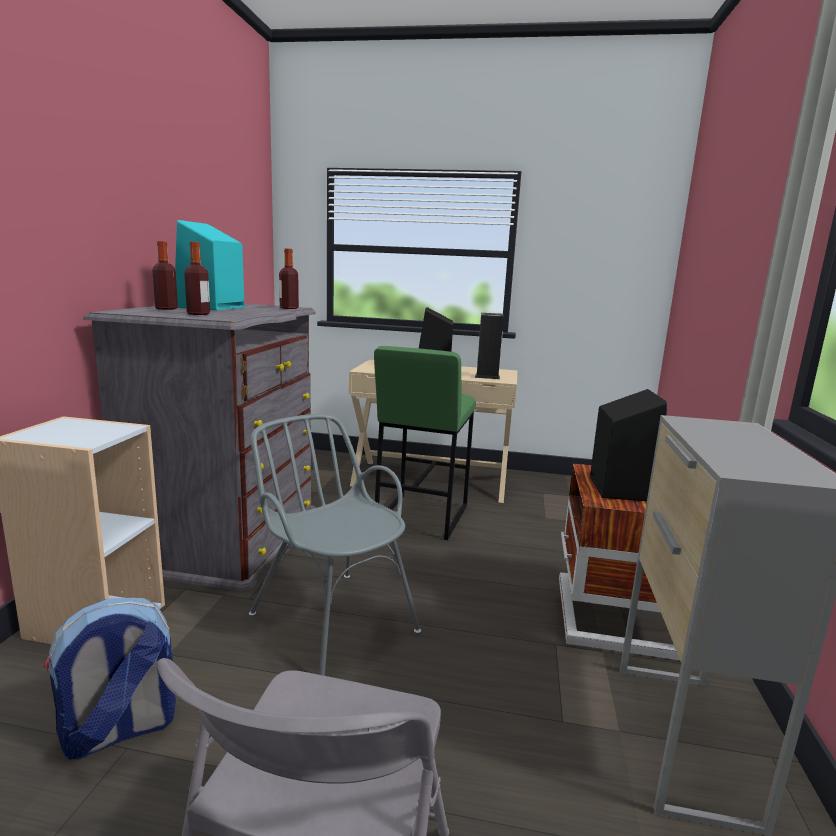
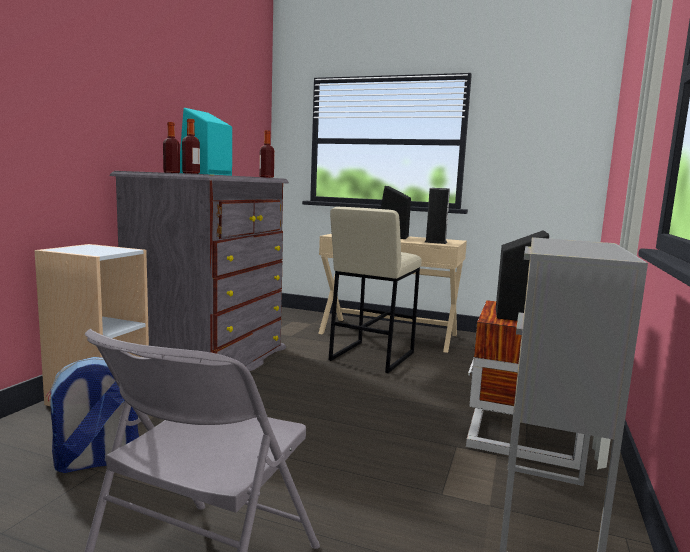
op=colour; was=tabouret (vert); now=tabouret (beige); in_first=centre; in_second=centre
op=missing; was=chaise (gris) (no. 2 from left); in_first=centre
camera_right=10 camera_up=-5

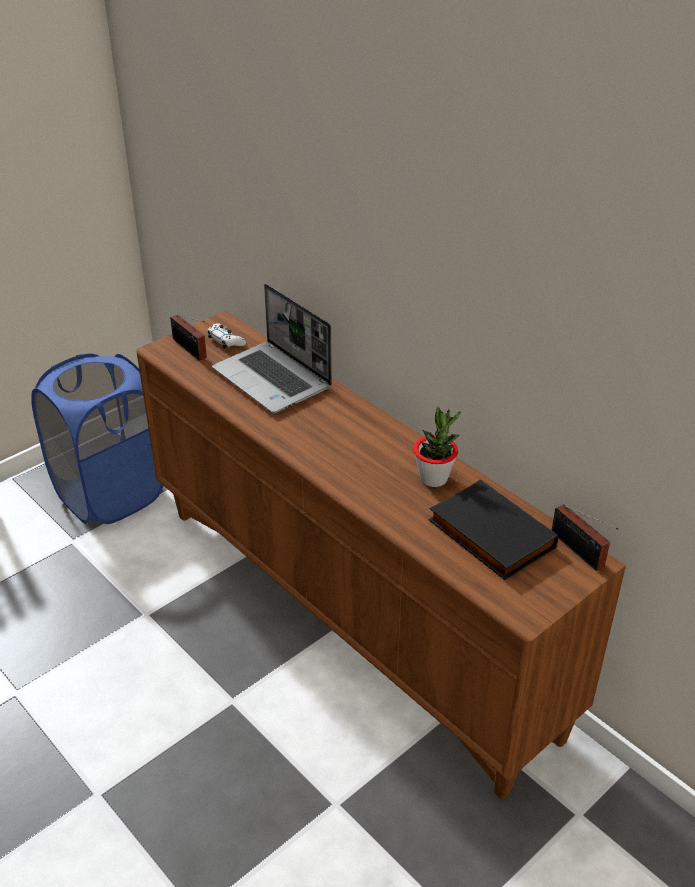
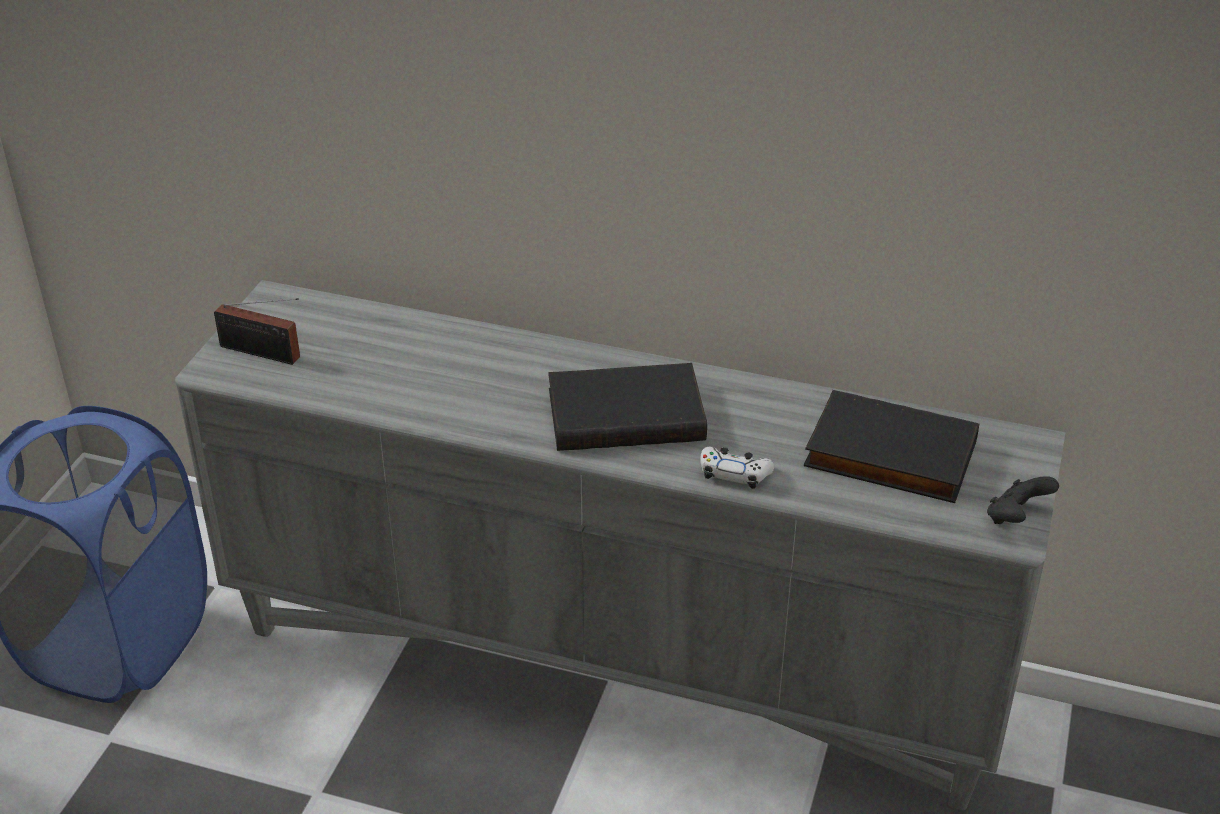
op=missing; was=ordinateur portable; in_first=centre
op=colour; was=commode (marron); now=commode (gris); in_first=centre; in_second=bottom centre
op=relocated; was=manette (blanc); in_first=middle left; in_second=centre
op=missing; was=plante en pot; in_first=centre
op=missing; was=radio (no. 2 from left); in_first=middle right
op=appeared; now=livre (noir) (no. 1 from left); in_second=centre
op=appeared; now=manette (noir); in_second=middle right
camera_right=-30 camera_up=0

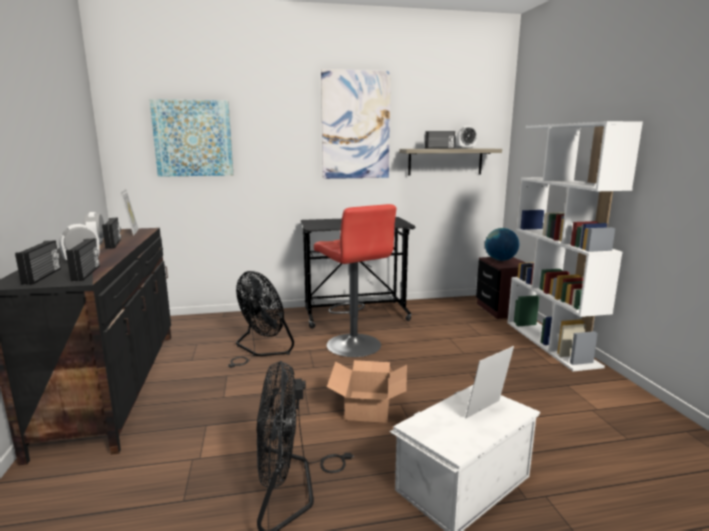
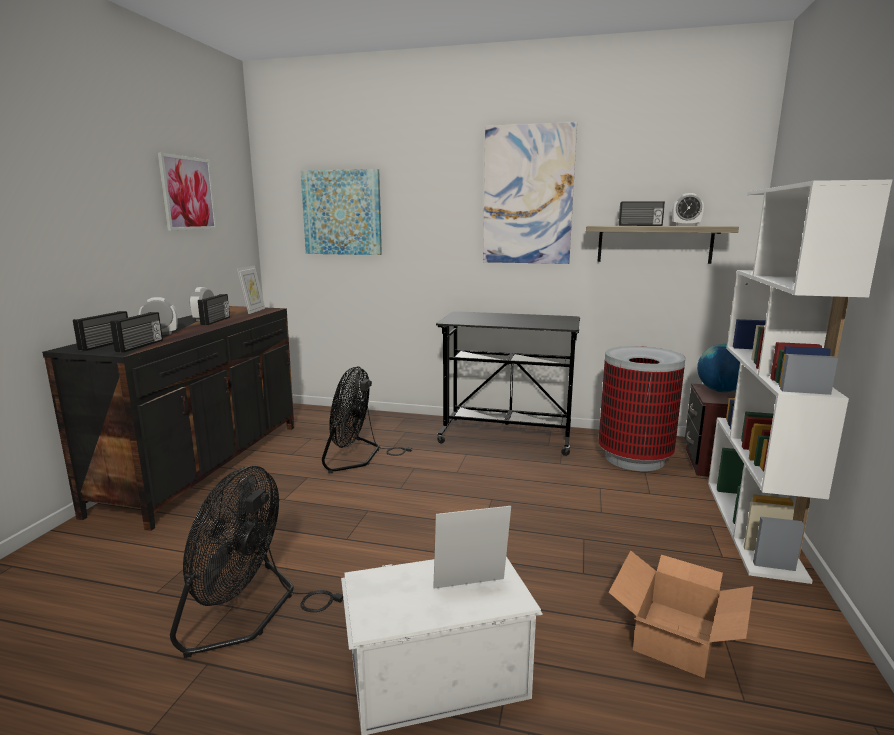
op=missing; was=tabouret (rouge); in_first=centre
op=spun; was=ventilateur (noir) (no. 1 from left in the first image); in_first=centre; in_second=centre; clockwise=-150
op=relocated; was=carton; in_first=bottom centre; in_second=bottom right
op=appeared; now=tableau (no. 1 from left); in_second=top left
op=appeared; now=poubelle; in_second=middle right
camera_right=25 camera_up=0

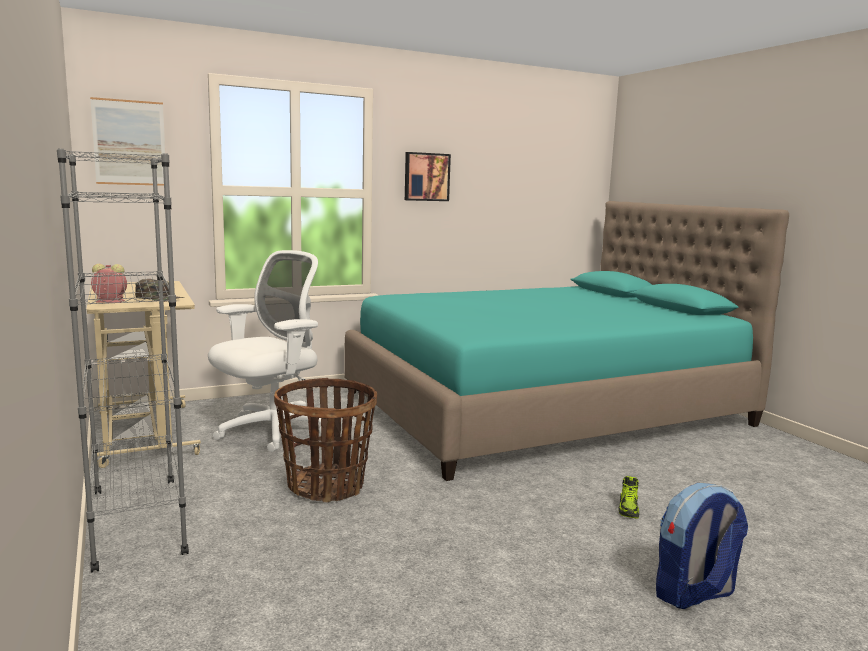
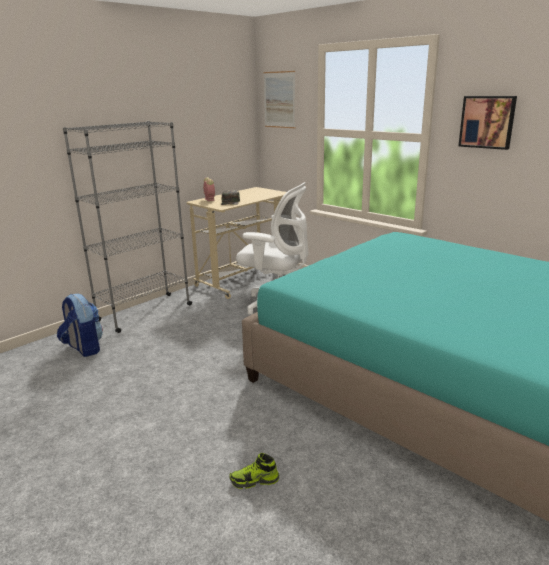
op=missing; was=panier; in_first=bottom centre
op=relocated; was=sac à dos; in_first=bottom right; in_second=middle left
camera_right=70 camera_up=10

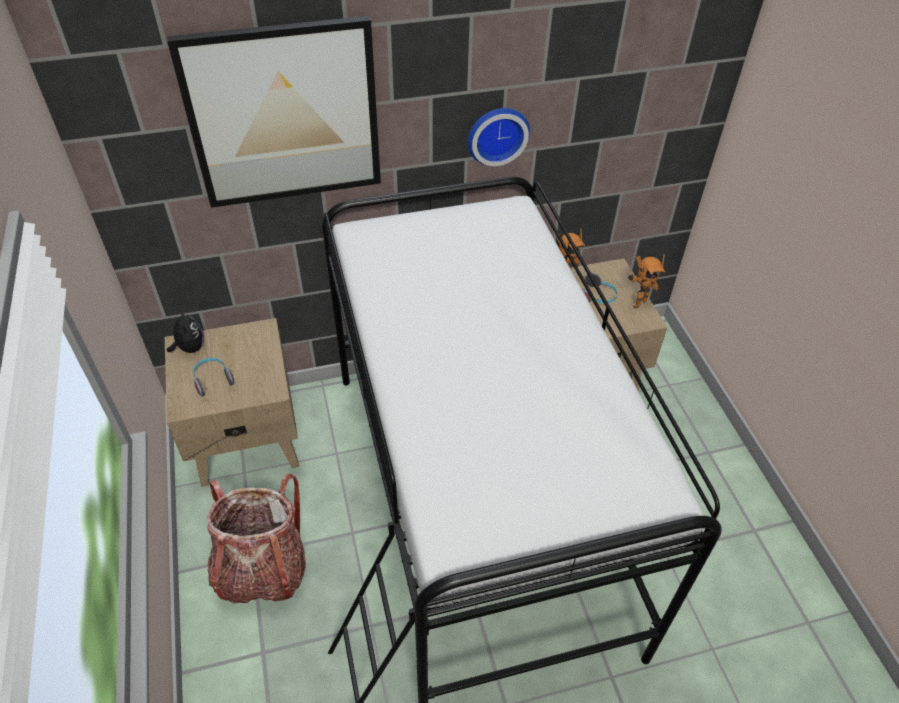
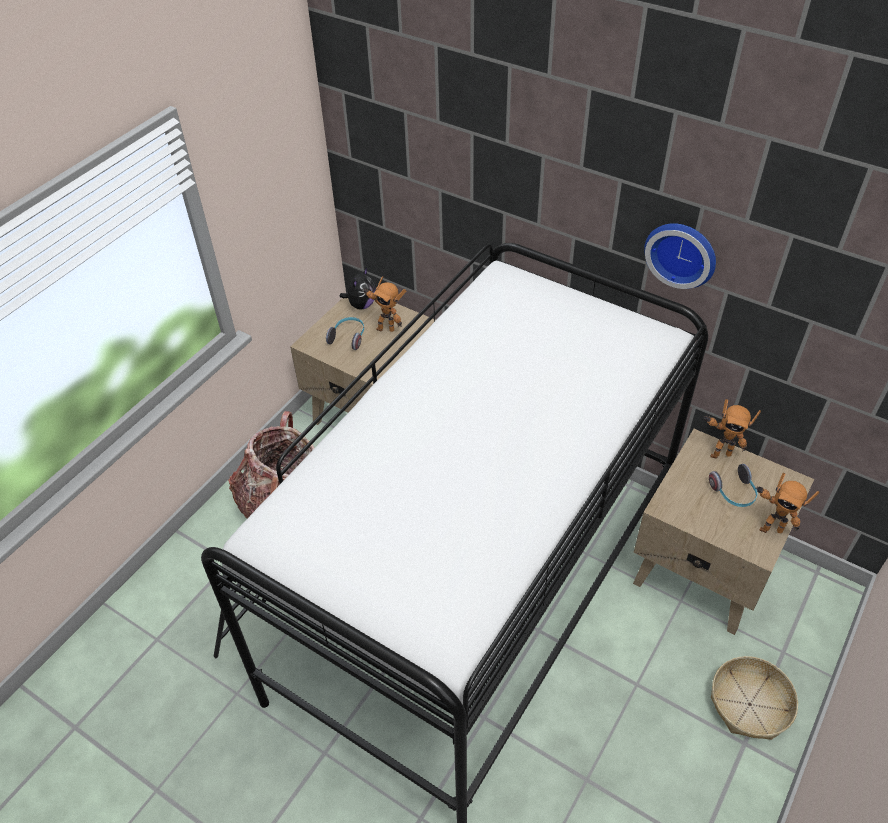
op=missing; was=tableau; in_first=top left
op=appeared; now=robot jouet (no. 1 from left); in_second=centre
op=appeared; now=panier; in_second=bottom right
camera_right=50 camera_up=0

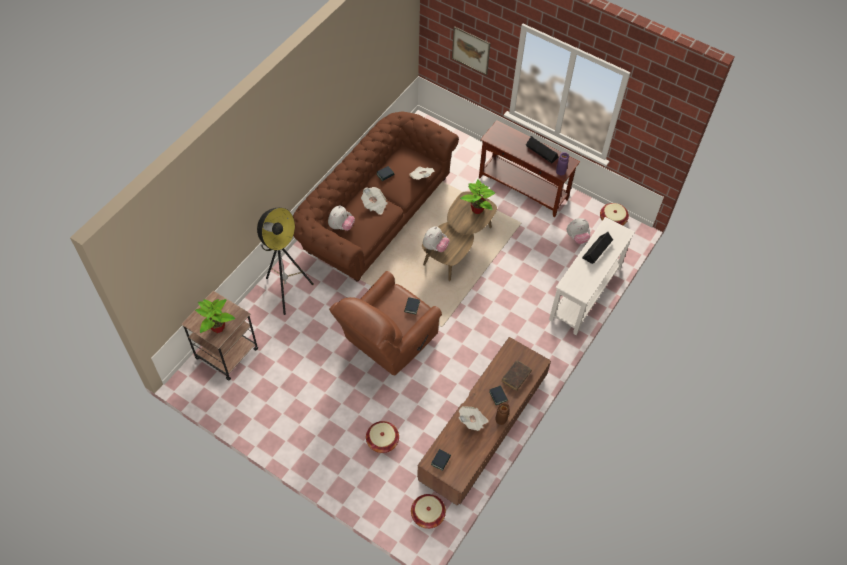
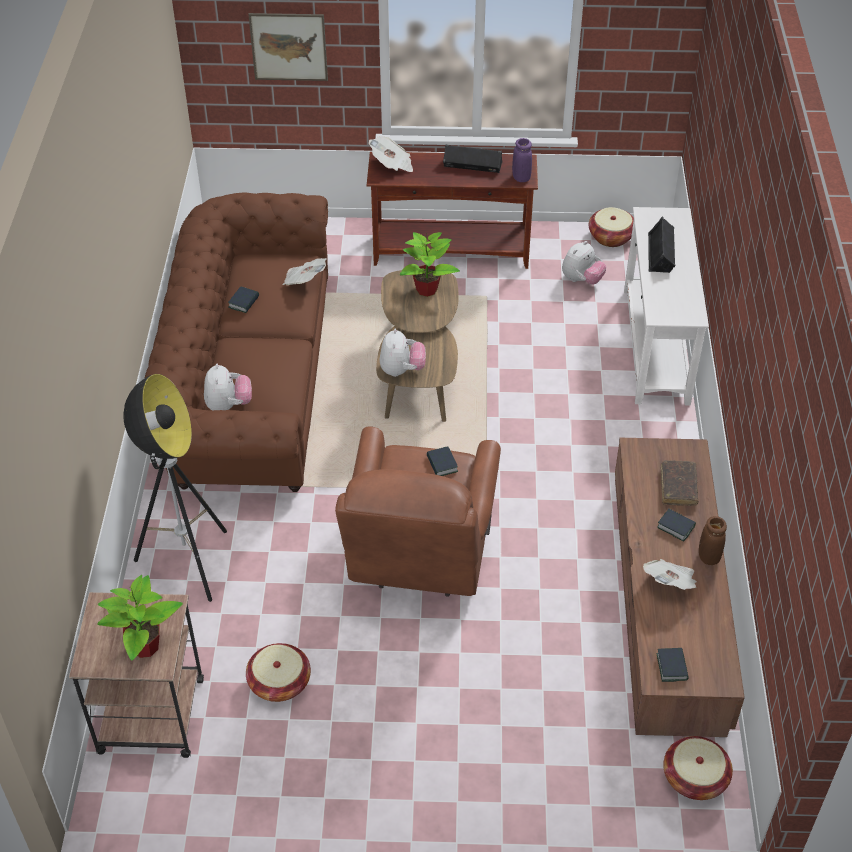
op=relocated; was=journal (no. 1 from left in the first image); now=journal (no. 2 from left); in_first=centre; in_second=top centre
op=relocated; was=panier (no. 1 from left); in_first=bottom centre; in_second=bottom left
camera_right=-30 camera_up=-10

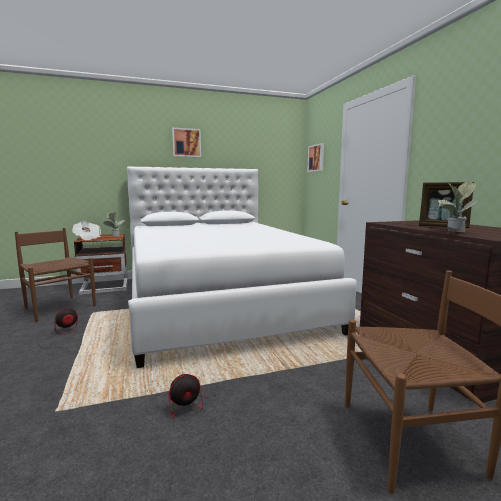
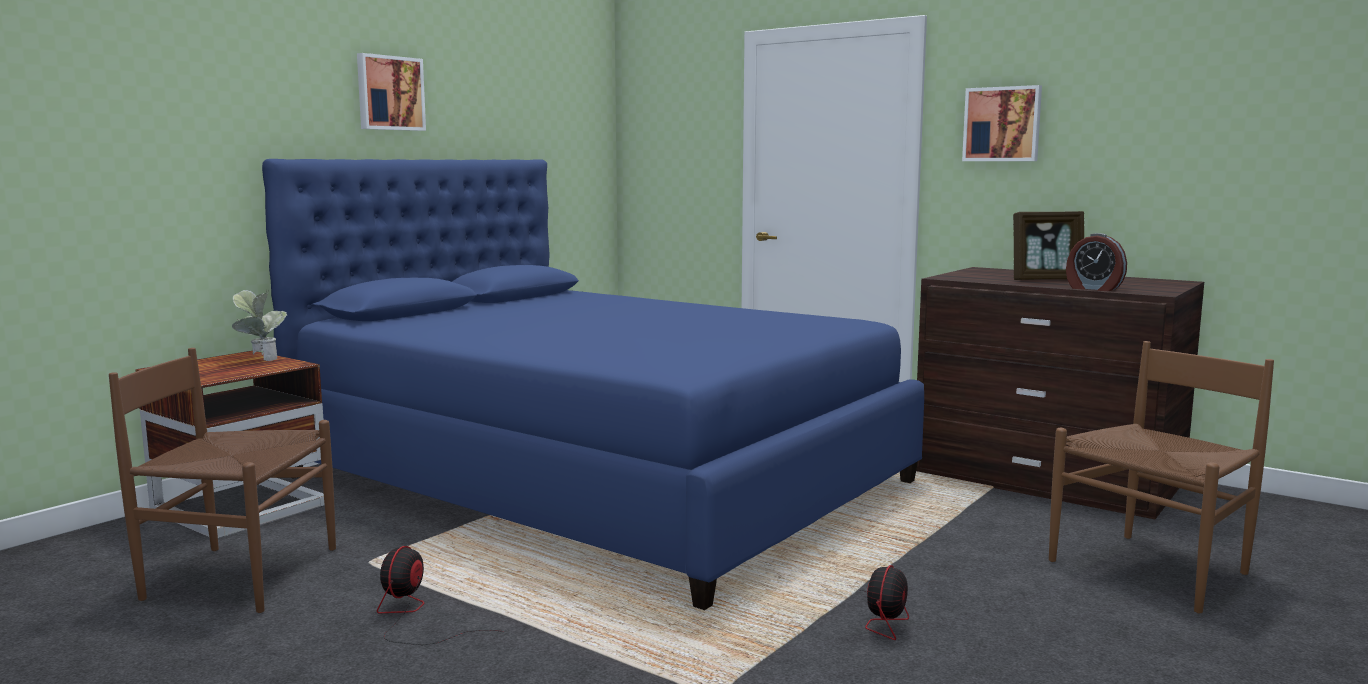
op=relocated; was=tableau (no. 2 from left); in_first=top centre; in_second=top right
op=colour; was=lit (blanc); now=lit (bleu); in_first=centre; in_second=centre
op=exchanged; was=plante en pot (no. 2 from left); now=réveil; in_first=middle right; in_second=middle right
op=missing; was=journal; in_first=middle left
camera_right=-35 camera_up=0

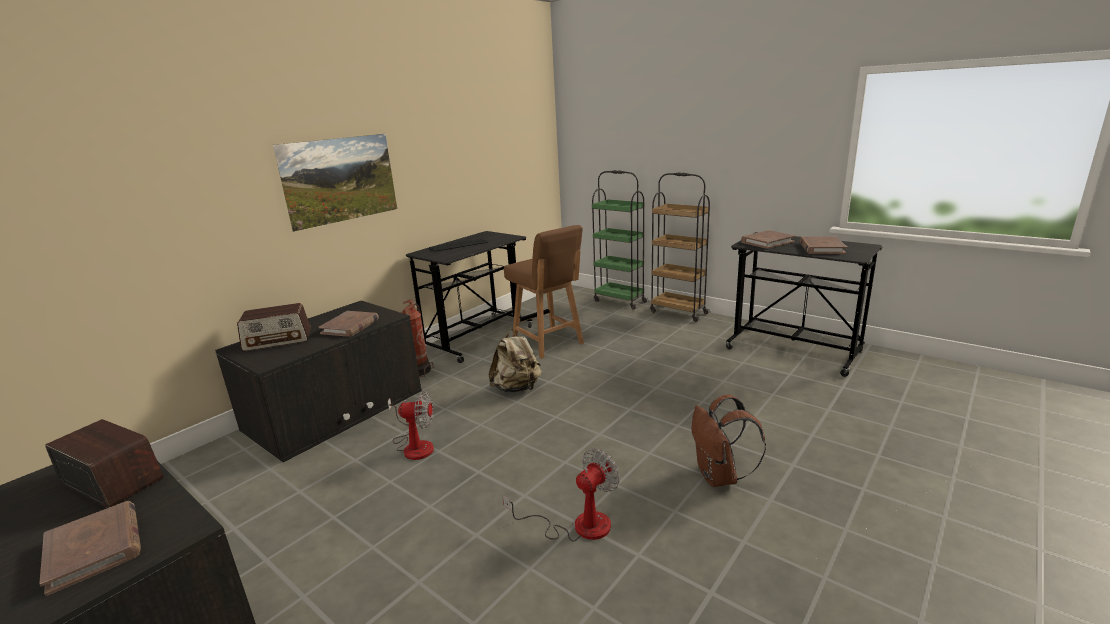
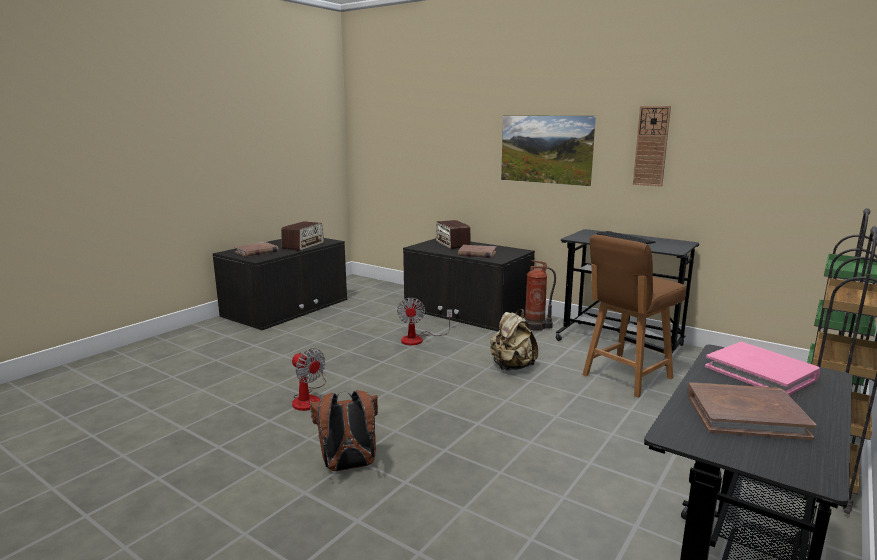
op=colour; was=livre (marron) (no. 3 from left); now=livre (rose); in_first=middle right; in_second=middle right
op=appeared; now=horloge murale; in_second=top right
camera_right=85 camera_up=-5

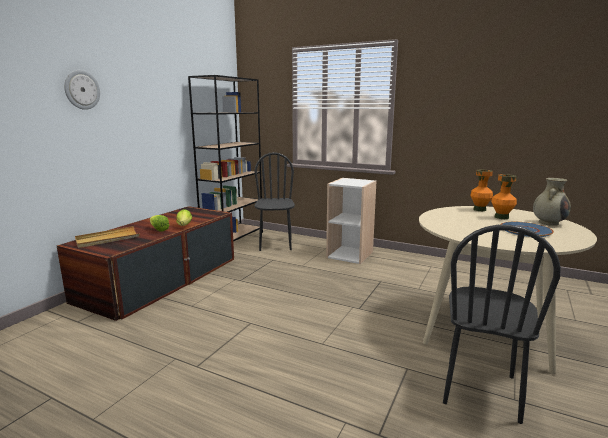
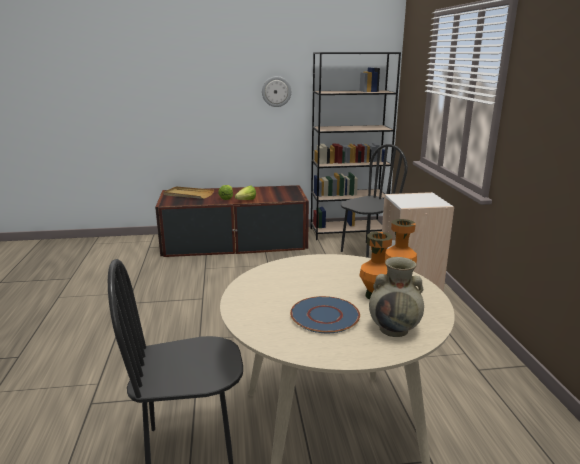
op=relocated; was=horloge murale; in_first=top left; in_second=top centre
camera_right=55 camera_up=5

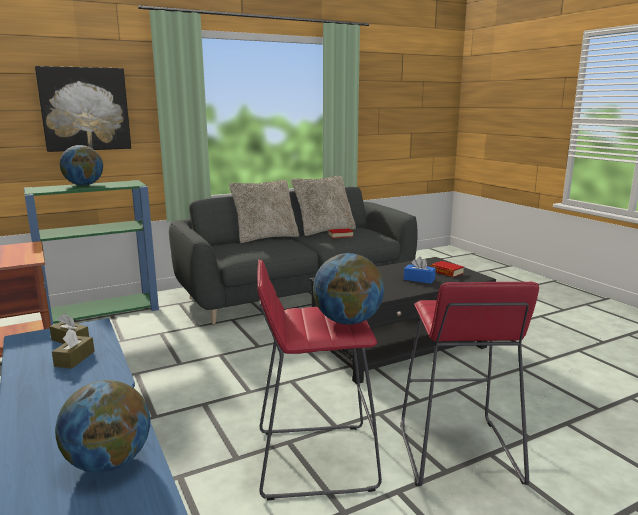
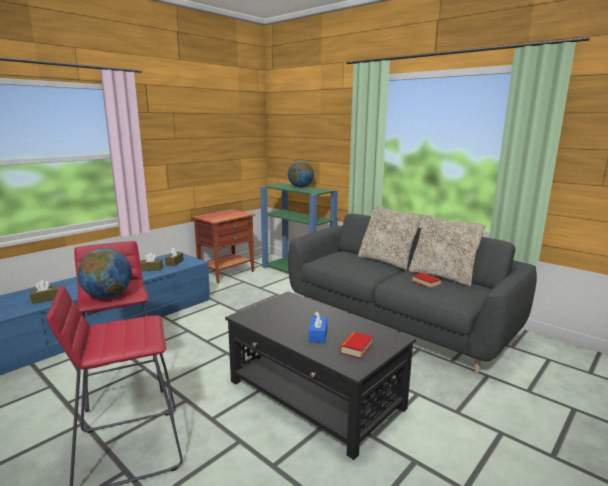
op=missing; was=tableau; in_first=top left
op=exchanged; was=globe (no. 2 from left); now=boîte à mouchoirs (marron) (no. 1 from left); in_first=bottom left; in_second=middle left
camera_right=70 camera_up=0

